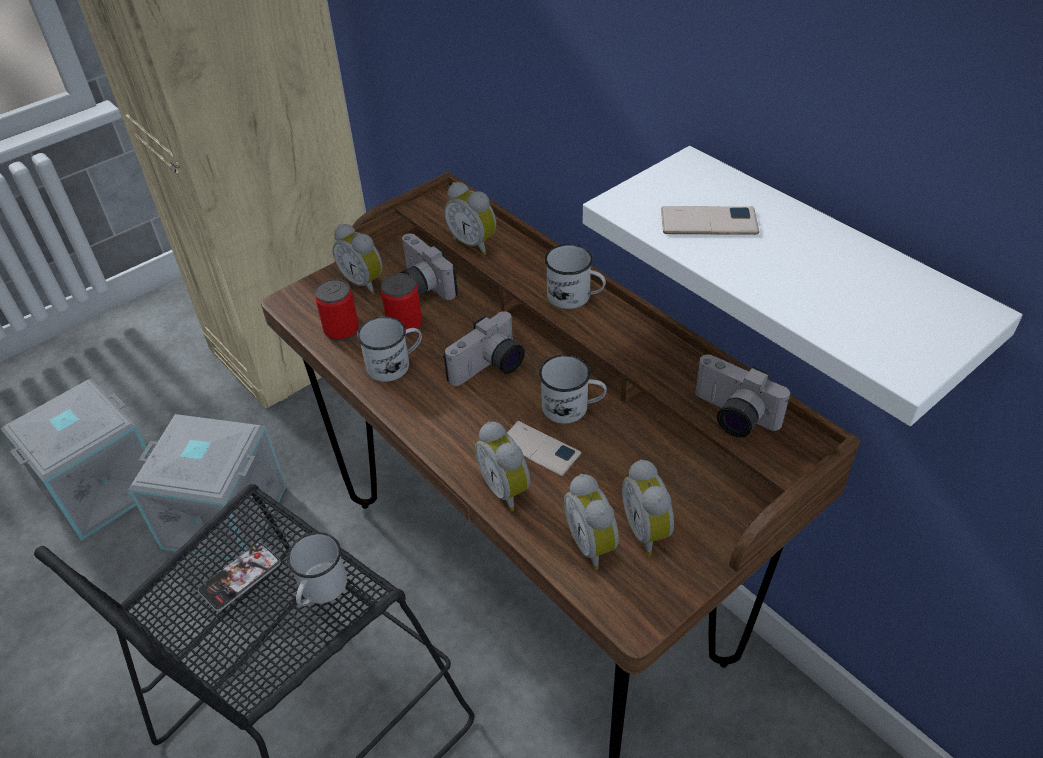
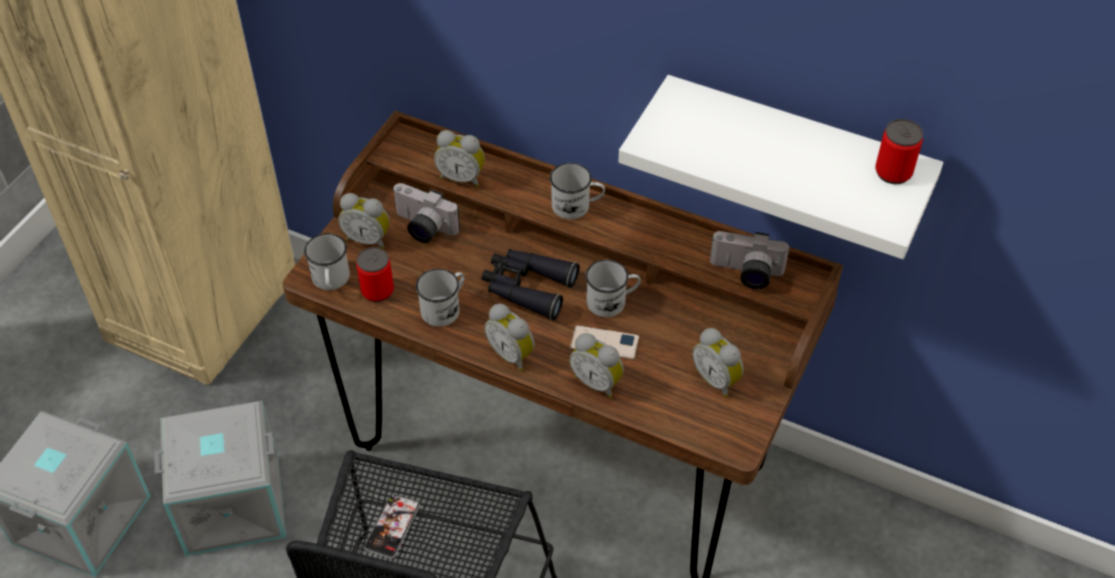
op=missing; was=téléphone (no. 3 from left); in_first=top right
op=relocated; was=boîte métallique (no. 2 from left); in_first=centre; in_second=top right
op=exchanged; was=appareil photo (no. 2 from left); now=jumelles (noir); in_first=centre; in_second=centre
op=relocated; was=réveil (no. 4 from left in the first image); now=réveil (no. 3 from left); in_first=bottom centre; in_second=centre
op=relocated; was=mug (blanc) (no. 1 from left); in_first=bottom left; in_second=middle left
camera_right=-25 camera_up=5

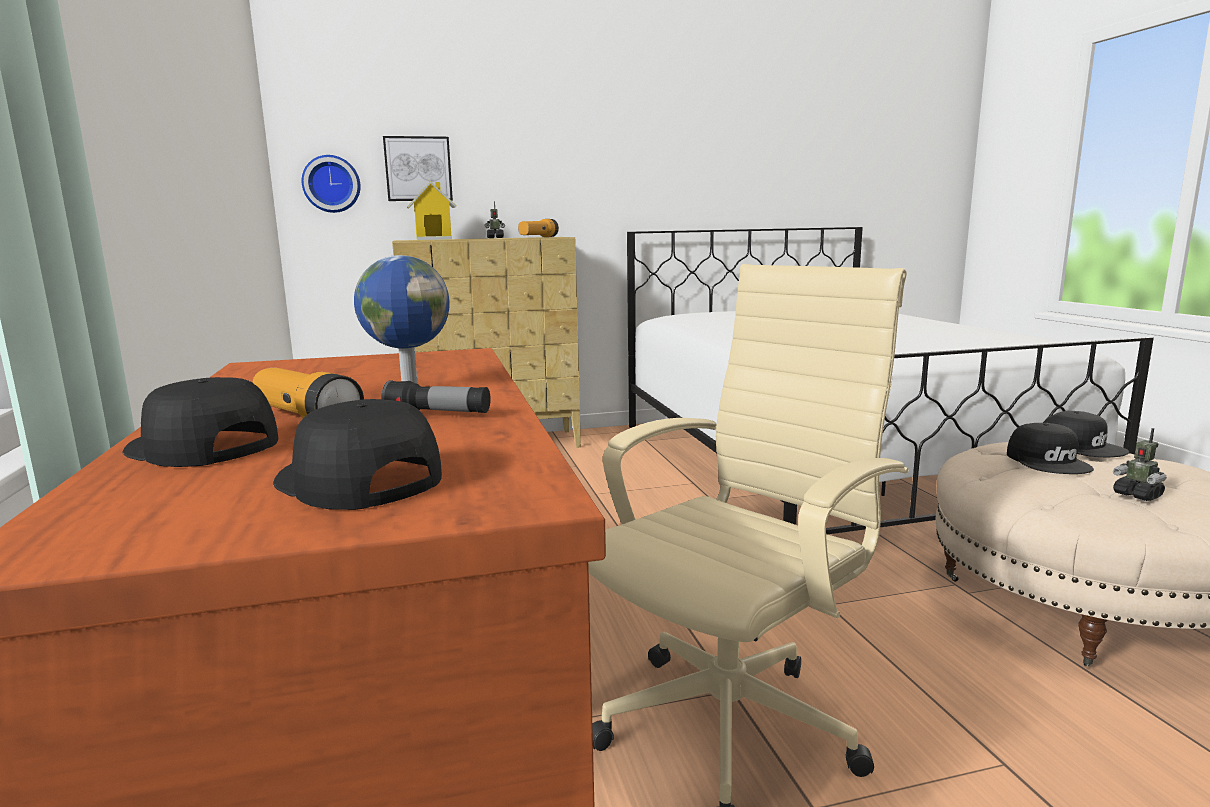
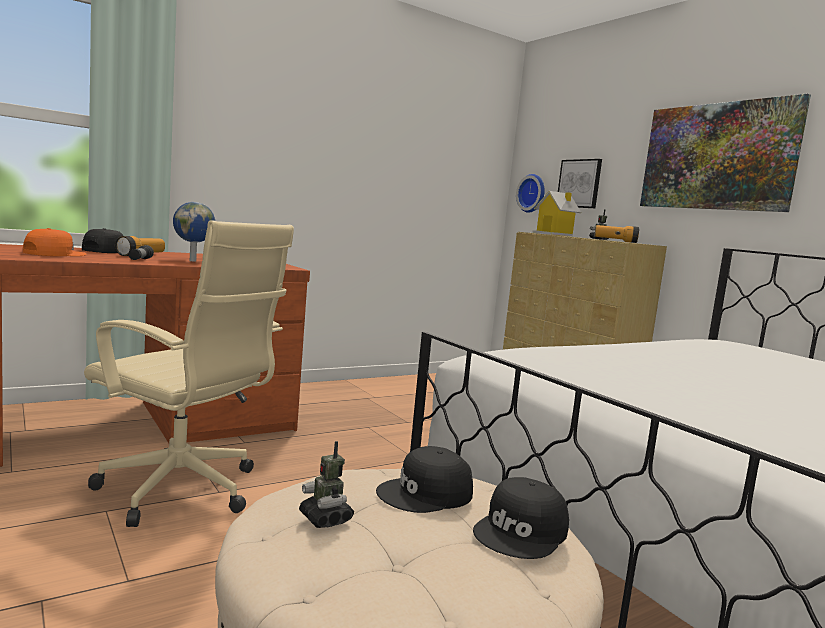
op=colour; was=casquette (noir) (no. 2 from left); now=casquette (orange); in_first=middle left; in_second=middle left
op=spun; was=robot jouet (no. 2 from left in the first image); in_first=middle right; in_second=bottom centre; clockwise=-75
op=appeared; now=tableau (no. 2 from left); in_second=top right
camera_right=70 camera_up=-5

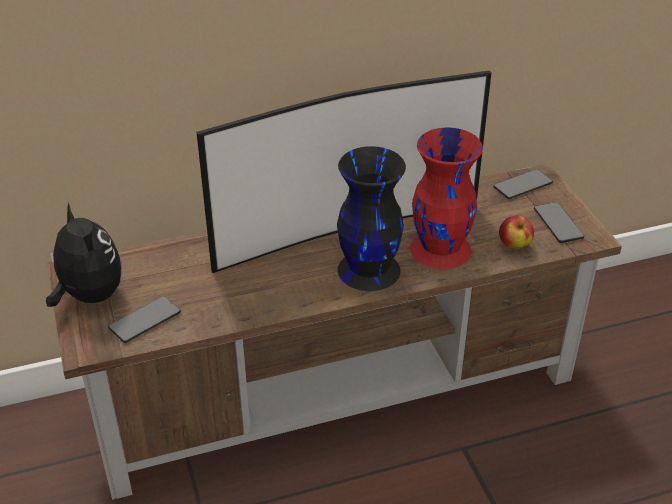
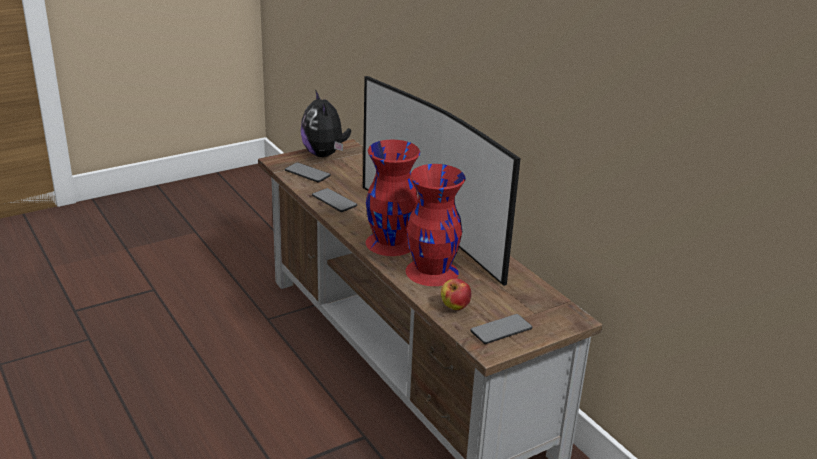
op=colour; was=vase (noir); now=vase (rouge) (no. 1 from left); in_first=centre; in_second=centre
op=relocated; was=téléphone (no. 2 from left); in_first=middle right; in_second=centre
op=spun; was=peluche; in_first=middle left; in_second=top centre; clockwise=120
camera_right=75 camera_up=-10

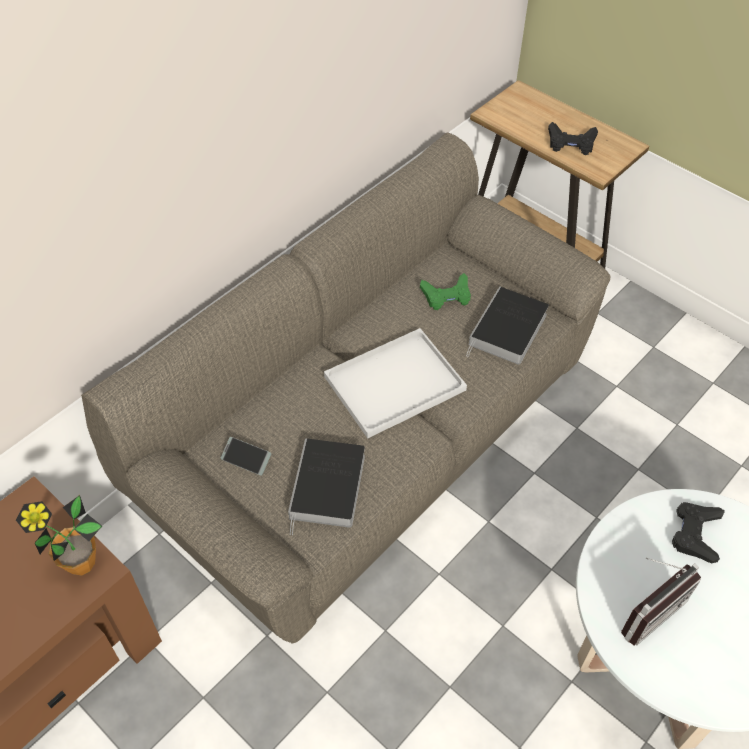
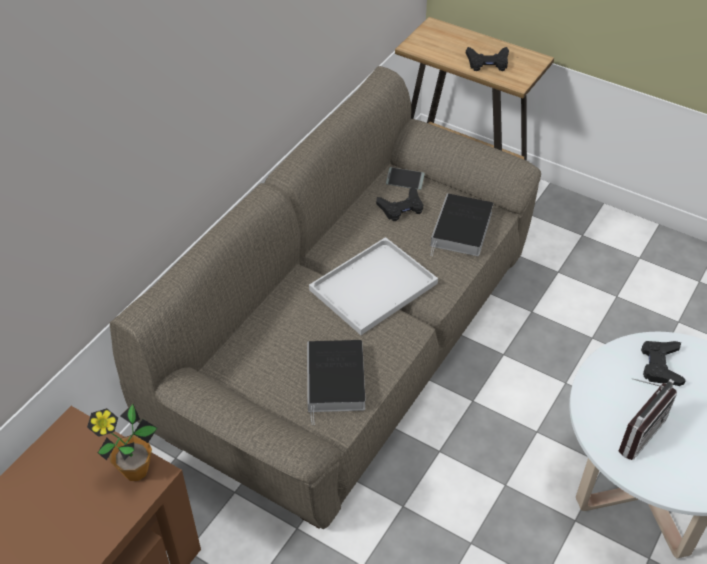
op=colour; was=manette (vert); now=manette (noir) (no. 1 from left); in_first=centre; in_second=centre
op=relocated; was=téléphone; in_first=middle left; in_second=top centre
camera_right=-10 camera_up=-5

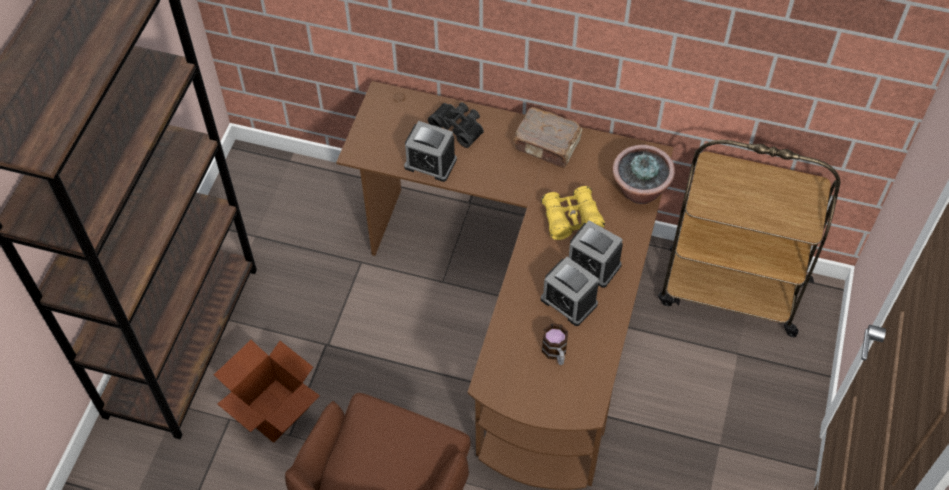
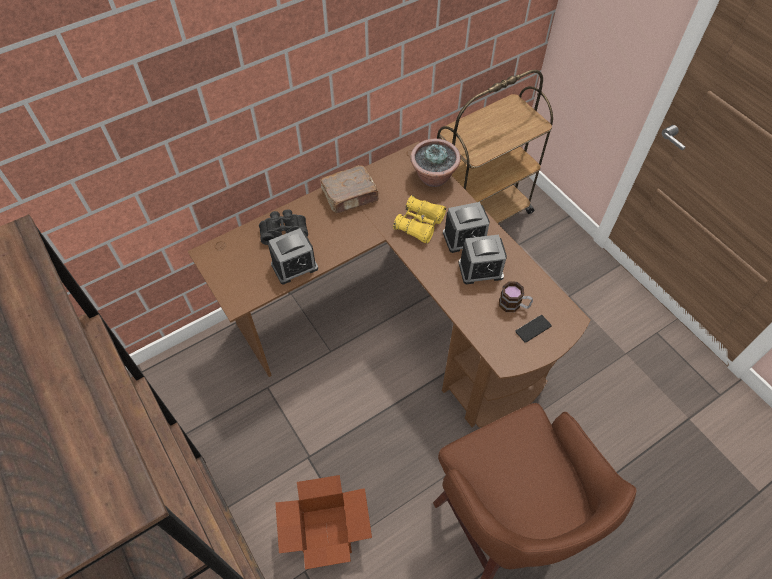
op=appeared; now=téléphone; in_second=middle right
camera_right=-50 camera_up=0

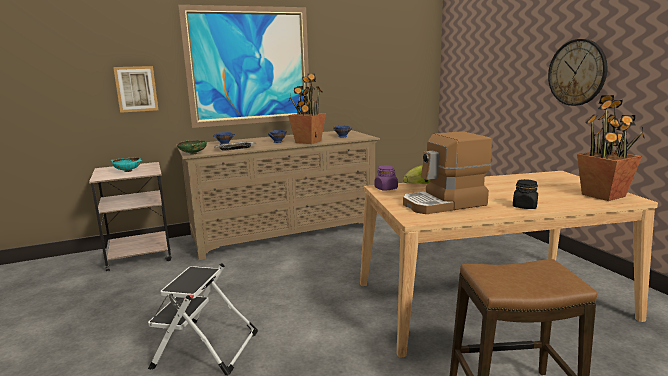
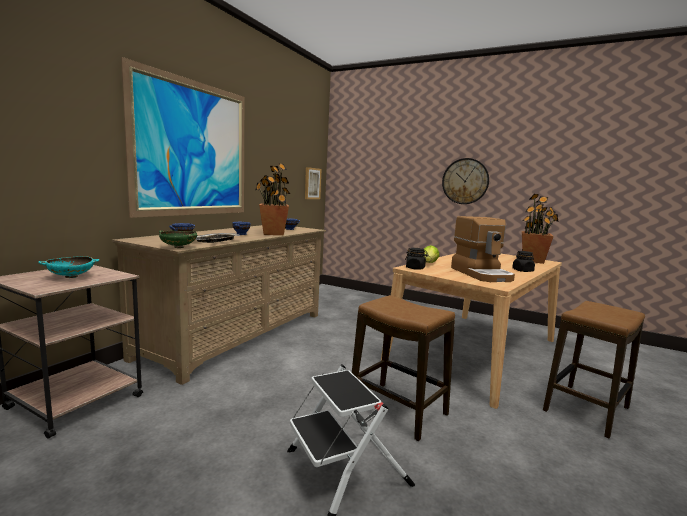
op=relocated; was=tableau (no. 1 from left in the first image); now=tableau (no. 2 from left); in_first=top left; in_second=centre
op=spun; was=machine à café; in_first=middle right; in_second=middle right; clockwise=-45
op=colour; was=bocal (violet); now=bocal (noir) (no. 1 from left); in_first=centre; in_second=centre
op=appeared; now=tabouret (no. 1 from left); in_second=bottom centre
camera_right=-40 camera_up=-5

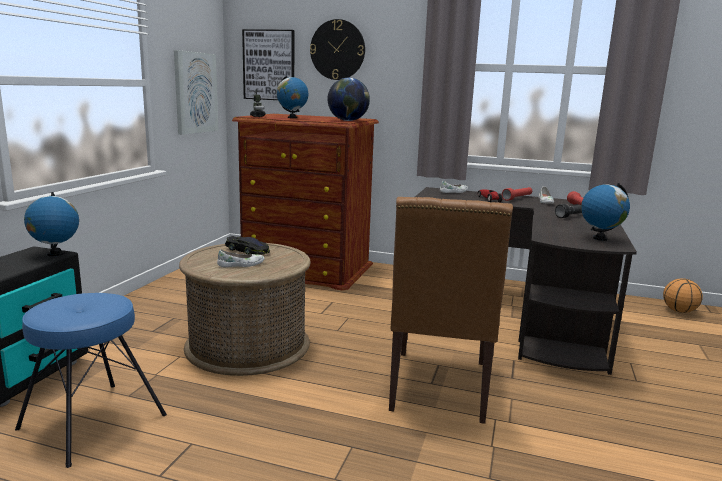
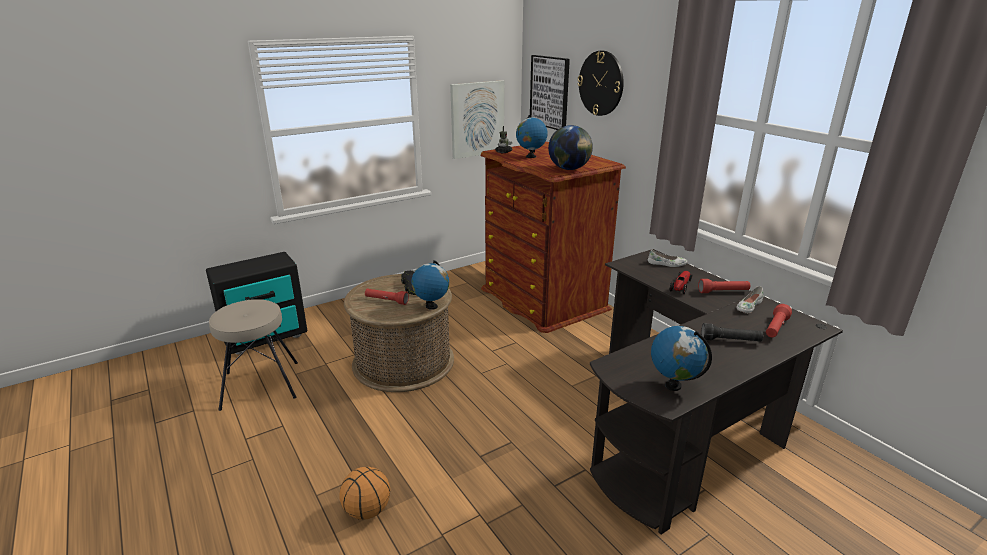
op=relocated; was=globe (no. 1 from left); in_first=middle left; in_second=centre
op=missing; was=chaise (marron); in_first=centre
op=exchanged; was=chaussure (blanc) (no. 1 from left); now=lampe de poche (rouge) (no. 1 from left); in_first=centre; in_second=centre
op=relocated; was=ballon de basket; in_first=middle right; in_second=bottom centre
op=colour; was=tabouret (bleu); now=tabouret (beige); in_first=bottom left; in_second=middle left
camera_right=40 camera_up=10

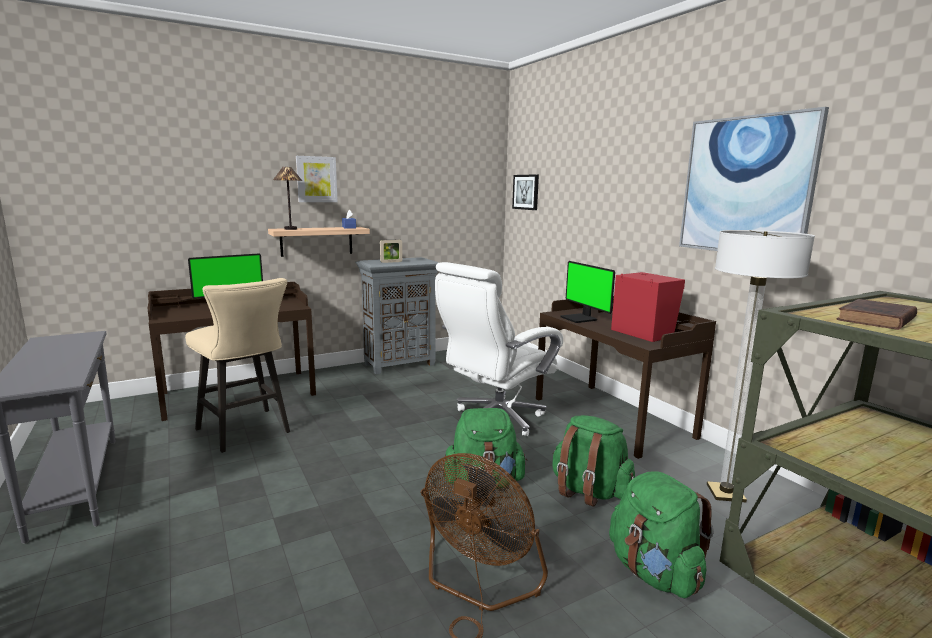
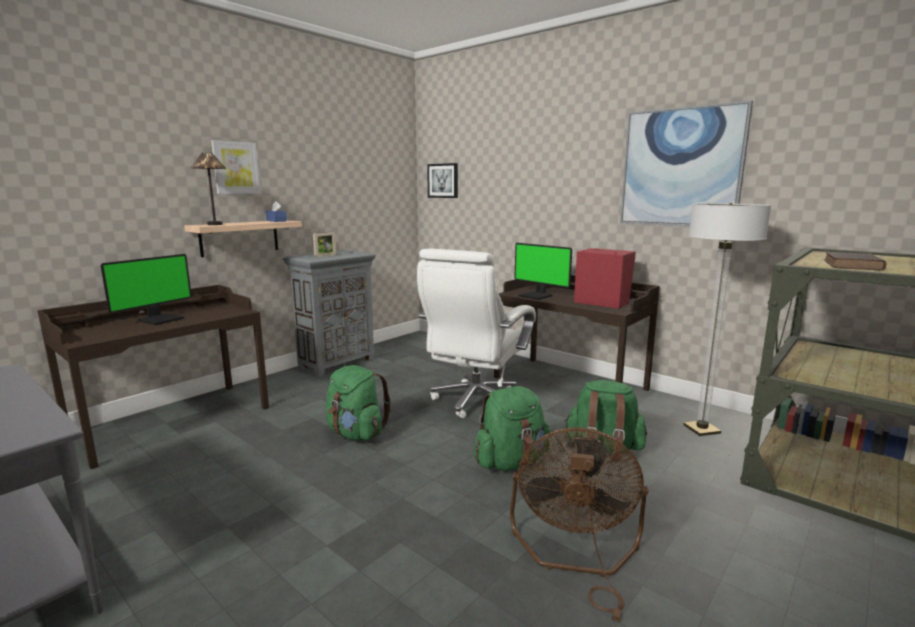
op=missing; was=tabouret (beige); in_first=middle left
op=relocated; was=sac à dos (vert) (no. 3 from left in the first image); now=sac à dos (vert) (no. 1 from left); in_first=bottom right; in_second=centre
camera_right=-20 camera_up=0

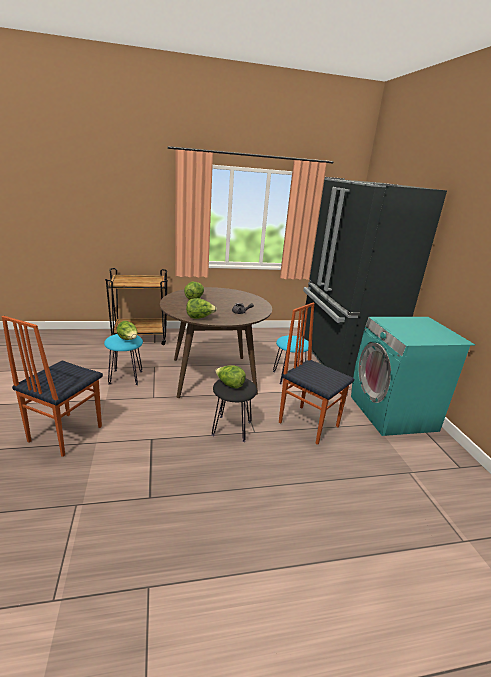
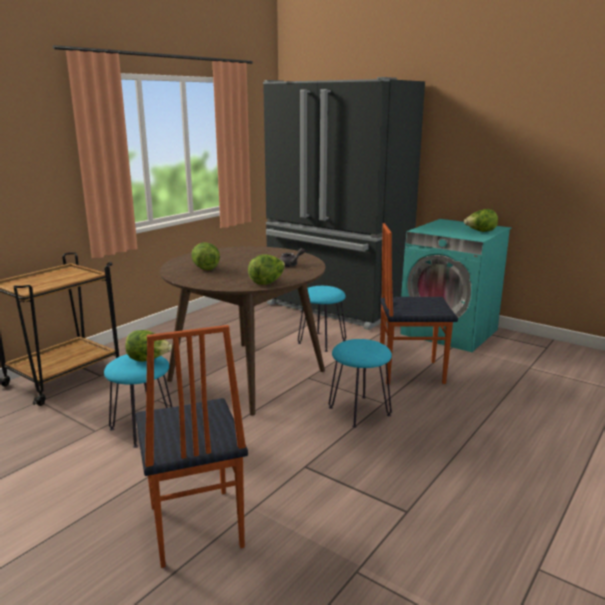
op=relocated; was=laitue (no. 4 from left); in_first=centre; in_second=middle right
op=colour; was=tabouret (noir); now=tabouret (turquoise) (no. 3 from left); in_first=centre; in_second=centre
camera_right=-40 camera_up=-5

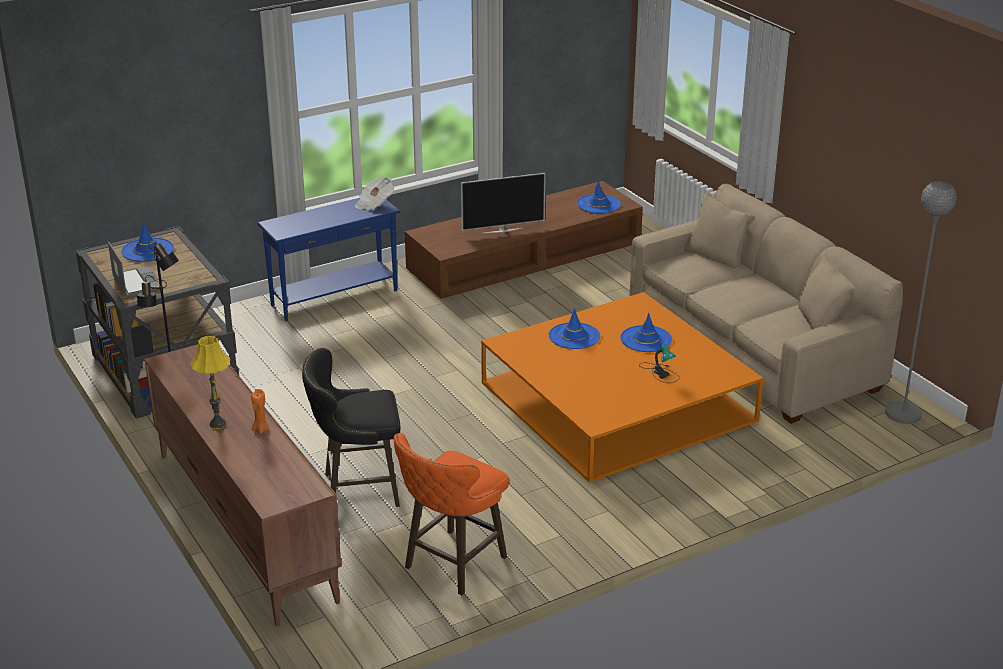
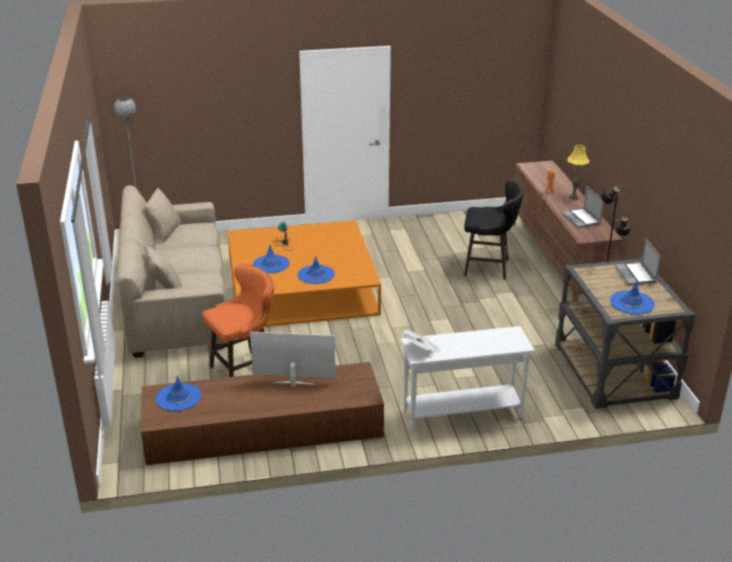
op=colour; was=table console (bleu); now=table console (blanc); in_first=middle left; in_second=bottom centre
op=relocated; was=tabouret (orange); in_first=bottom centre; in_second=middle left
op=appeared; now=ordinateur portable (no. 1 from left); in_second=middle right
camera_right=-160 camera_up=0

